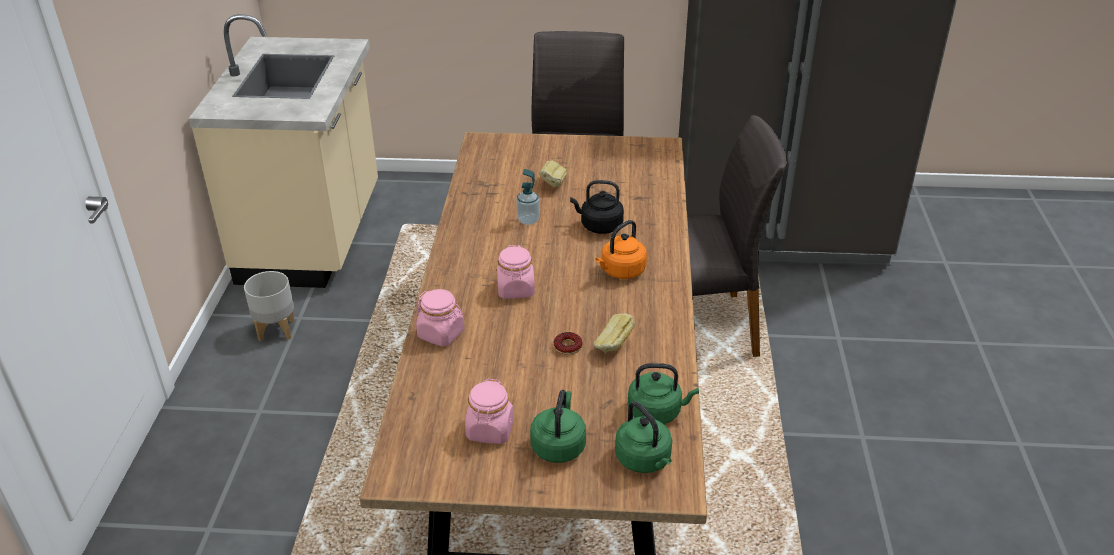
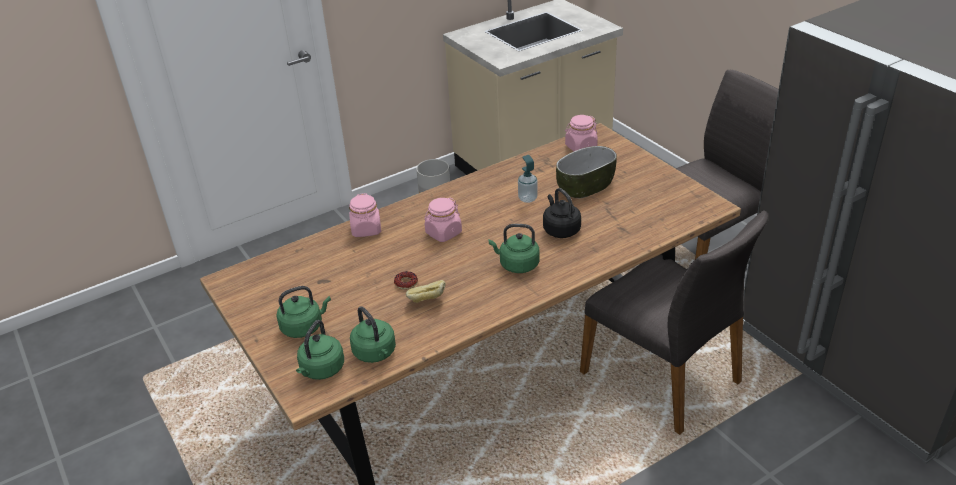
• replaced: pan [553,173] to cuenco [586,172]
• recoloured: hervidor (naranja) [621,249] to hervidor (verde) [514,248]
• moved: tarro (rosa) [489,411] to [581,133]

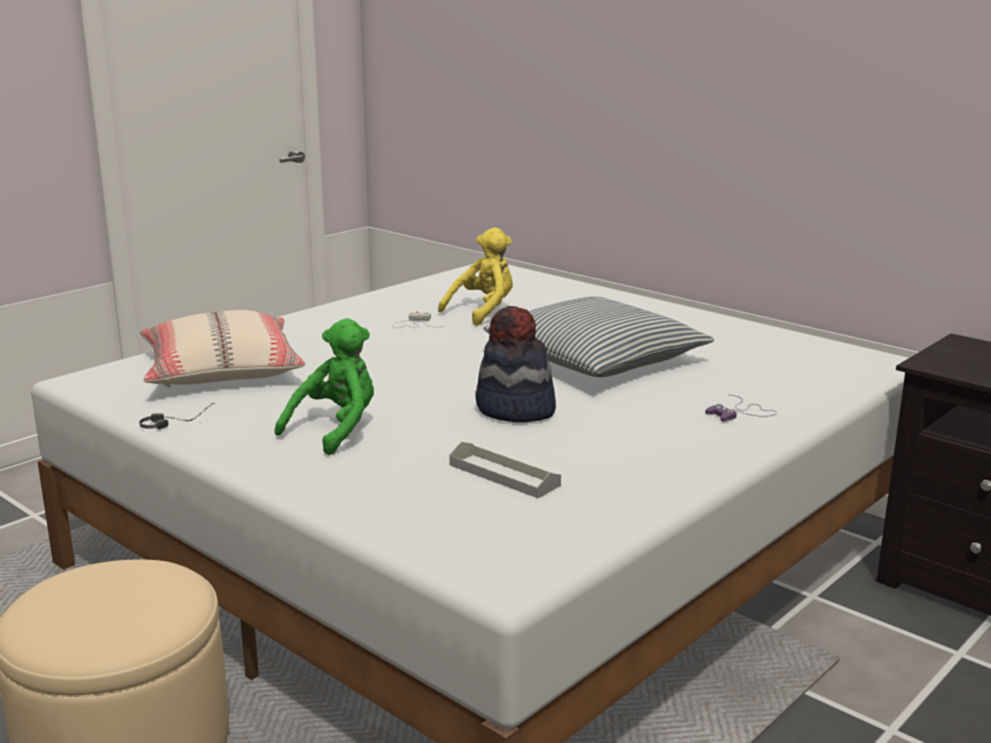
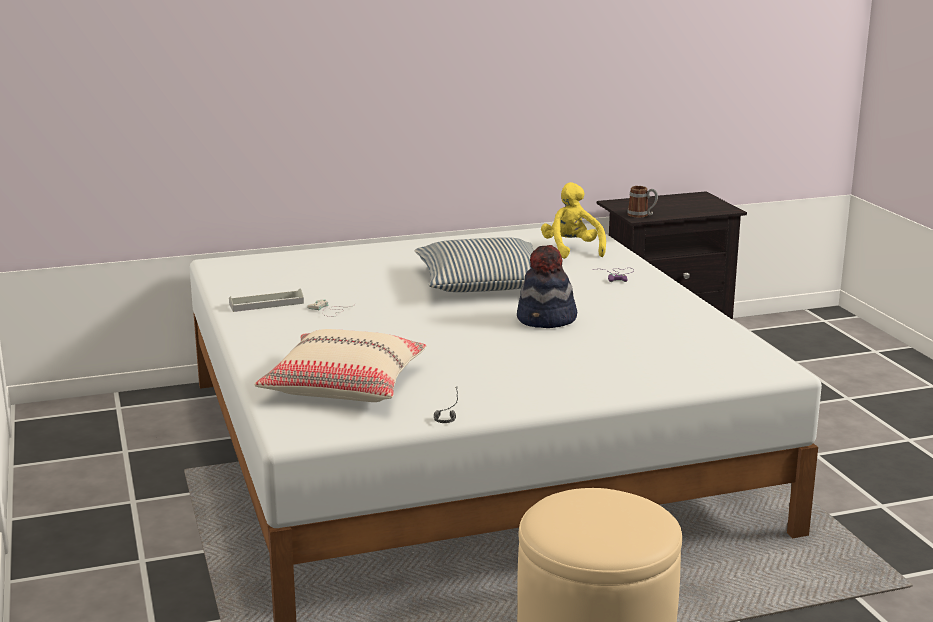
• moved: peluche (amarillo) [475,277] to [573,220]
• removed: peluche (verde) [324,386]
• moved: bandeja (gris) [505,470] to [266,300]
• added: taza grande [642,202]

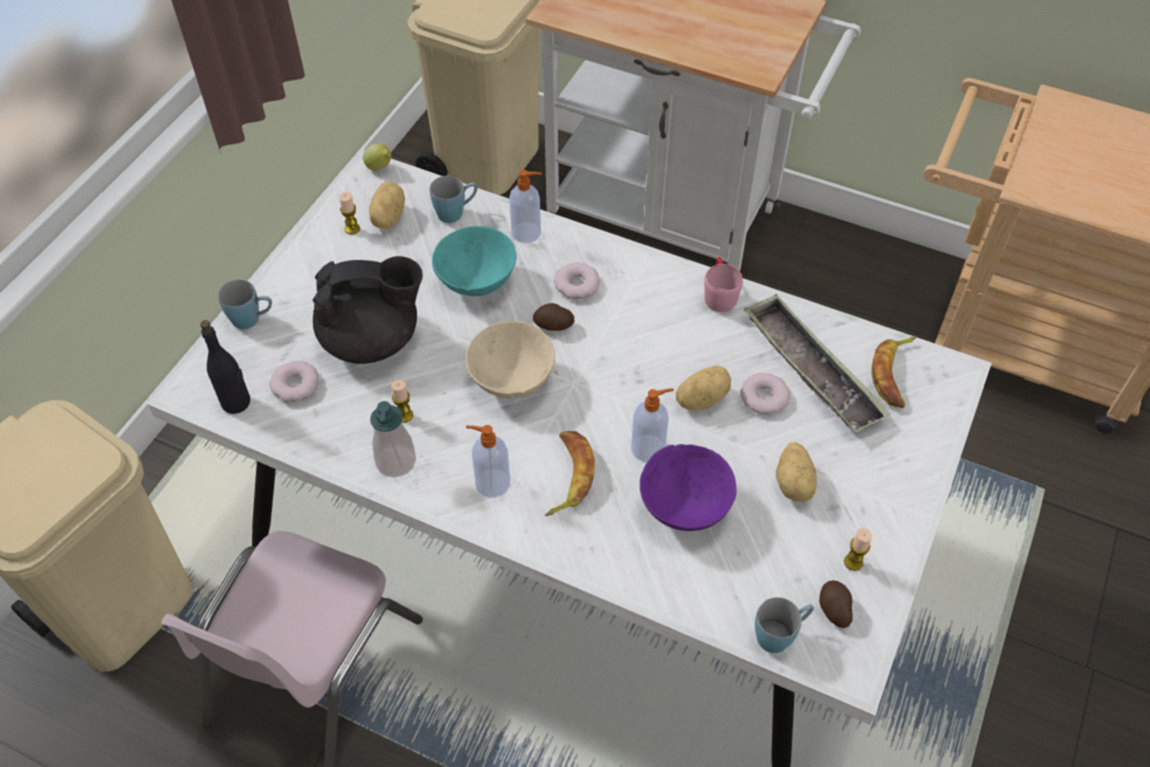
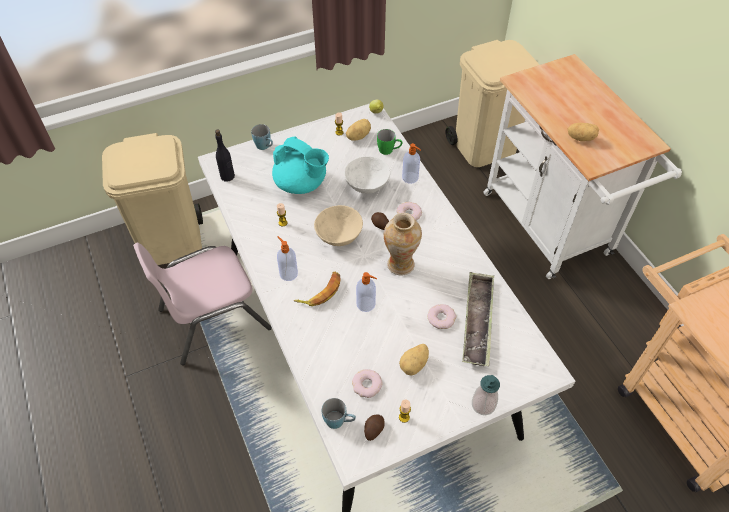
• recoloured: taza grande (azul) [453,199] to taza grande (verde) [390,142]
• recoloured: cuenco (turquesa) [474,261] to cuenco (blanco) [367,175]
• recoloured: tetera (negro) [368,310] to tetera (turquesa) [300,165]
• removed: taza grande (rosa) [723,284]
• removed: plátano [894,372]
• moved: rosquilla [294,381] to [367,383]
• moved: patata [703,387] to [583,132]
• moved: dispensador de jabón [393,439] to [486,395]
• removed: cuenco (morado) [688,487]
• added: florero [403,244]

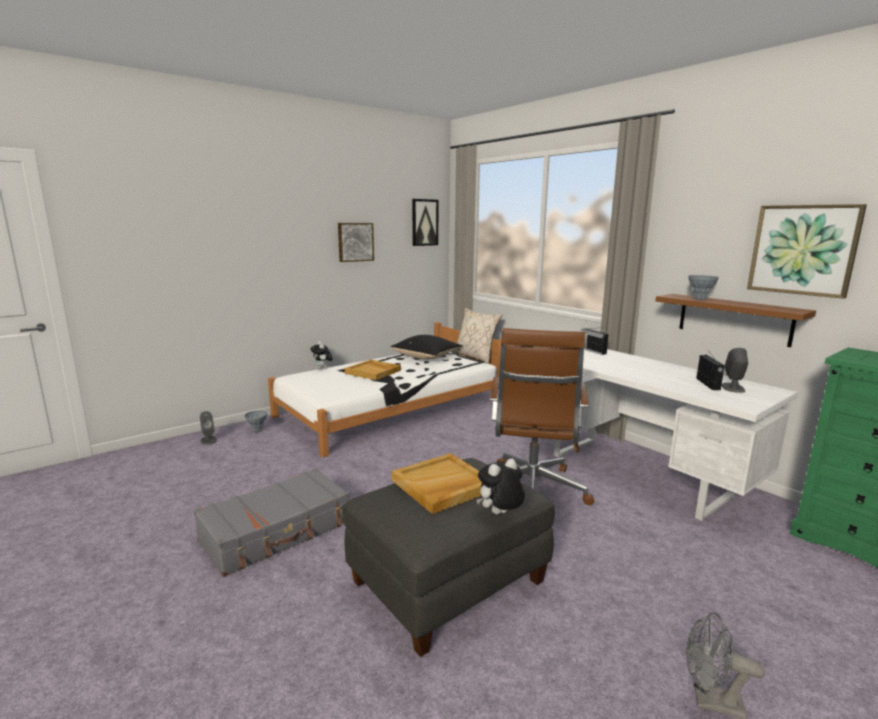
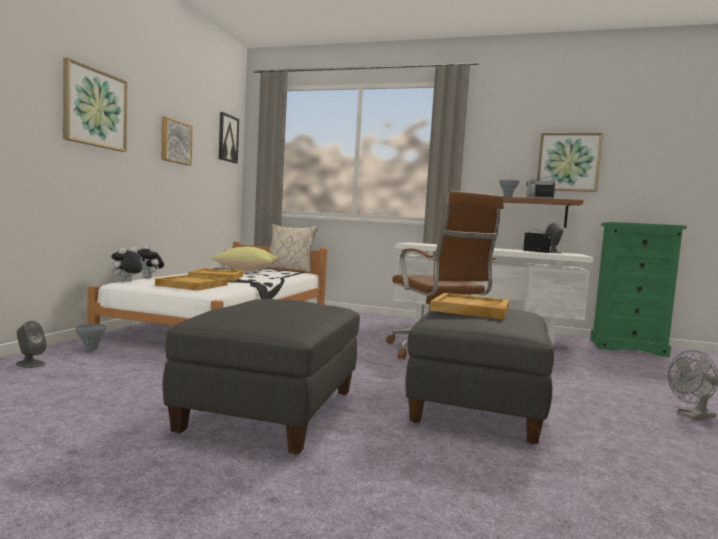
• moved: radio [594,341] to [540,187]
• recoloured: cojín (negro) [426,347] to cojín (amarillo) [246,258]
• moved: peluche [501,486] to [126,264]
• replaced: maleta (gris) [271,522] to puf (gris) [261,377]
• added: cuadro [95,105]
• added: bandeja (beis) [191,282]

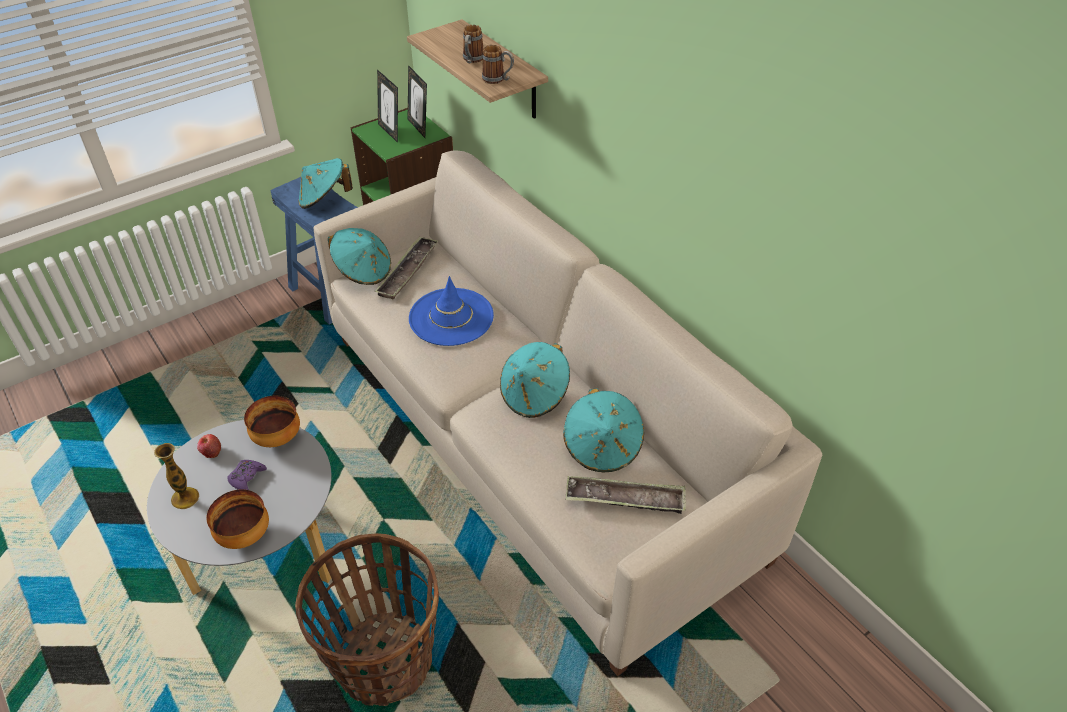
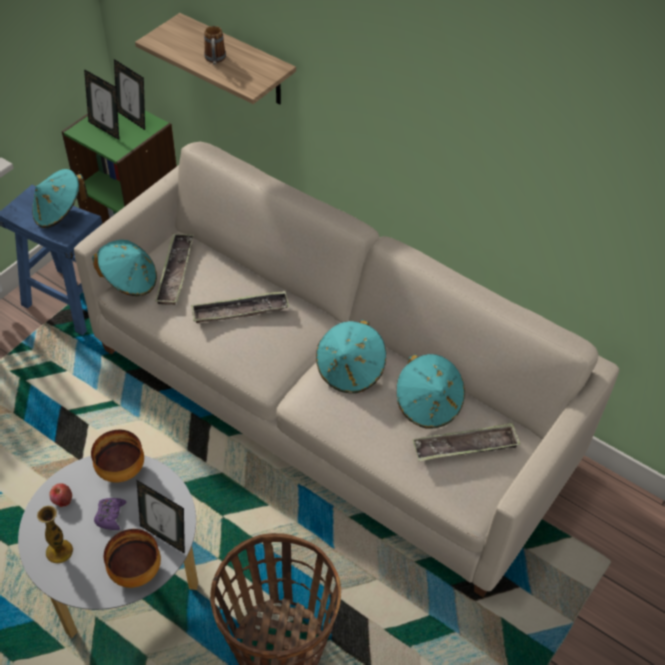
• removed: taza grande [498,64]
• replaced: sombrero (azul) [451,311] to bandeja [240,307]
• added: portarretratos [161,517]

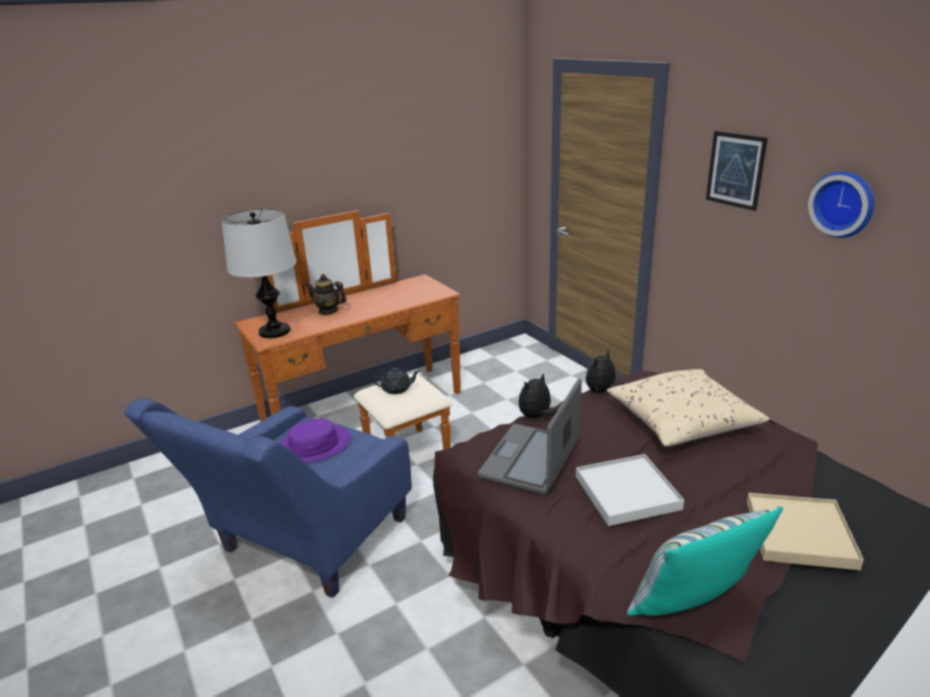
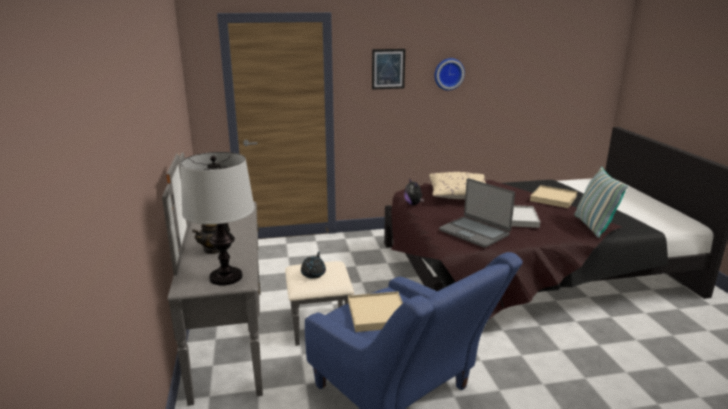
• recoloured: cómoda (marrón) [348,330] to cómoda (gris) [258,279]
• removed: peluche [537,395]
• replaced: sombrero (morado) [315,441] to bandeja (beis) [375,311]

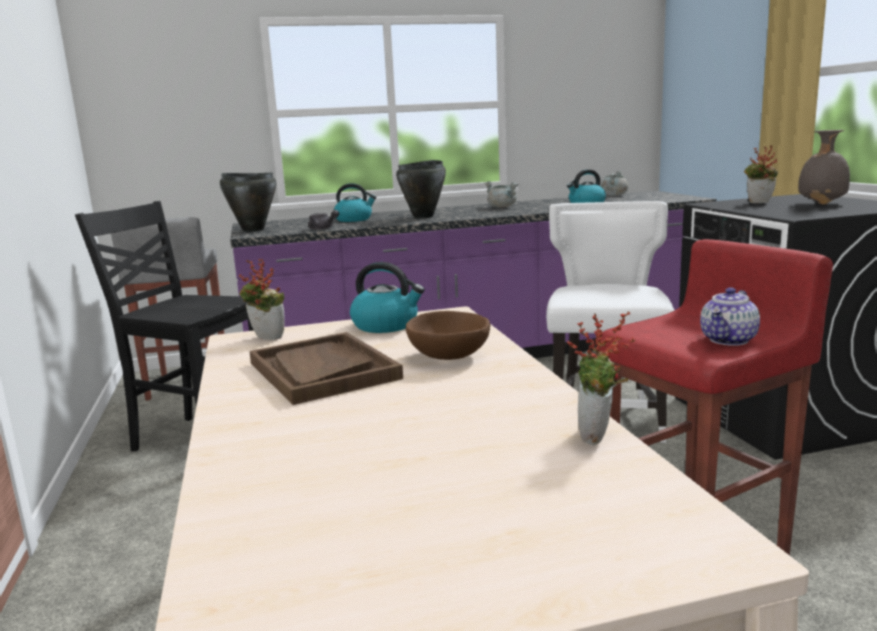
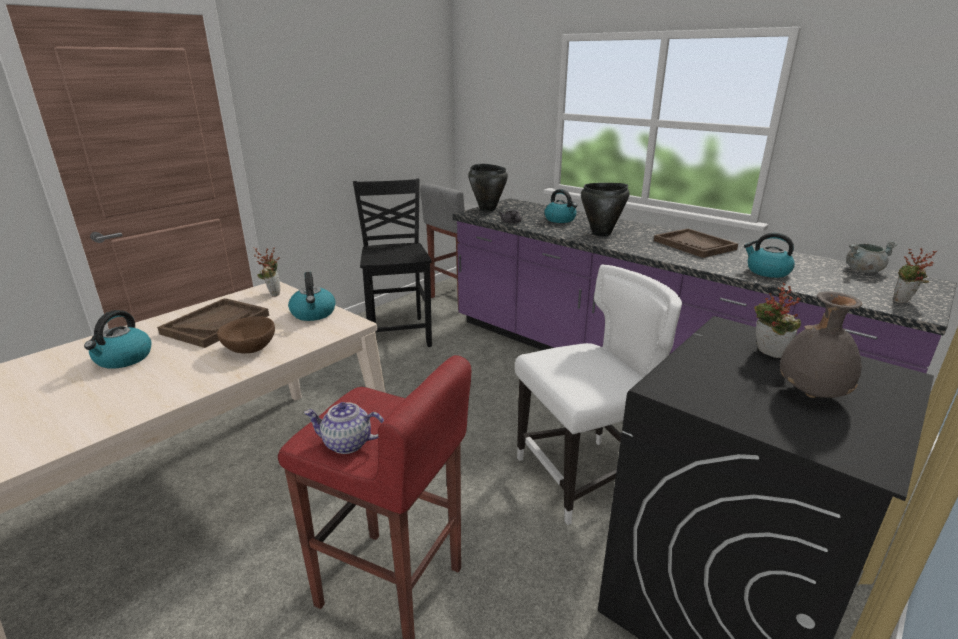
• replaced: olla (gris) [501,194] to bandeja (marrón) [696,243]
• moved: planta en maceta [601,378] to [915,275]
• added: hervidor [117,339]

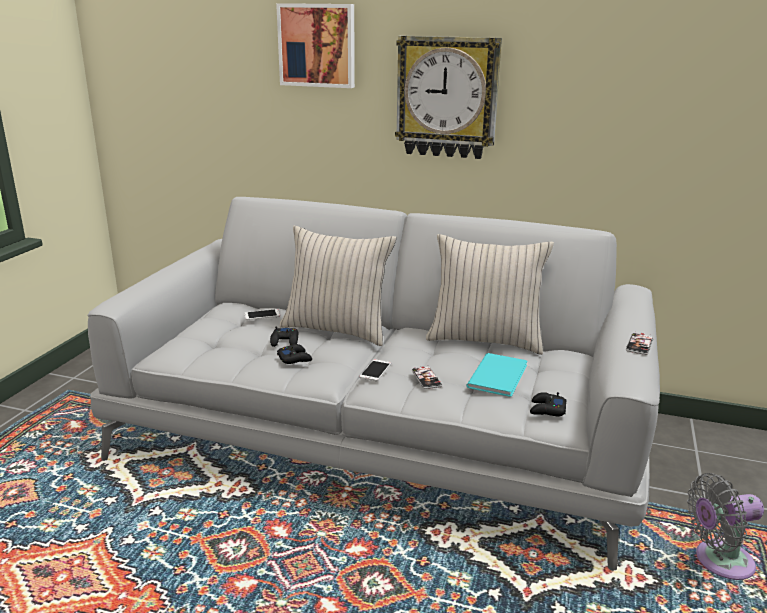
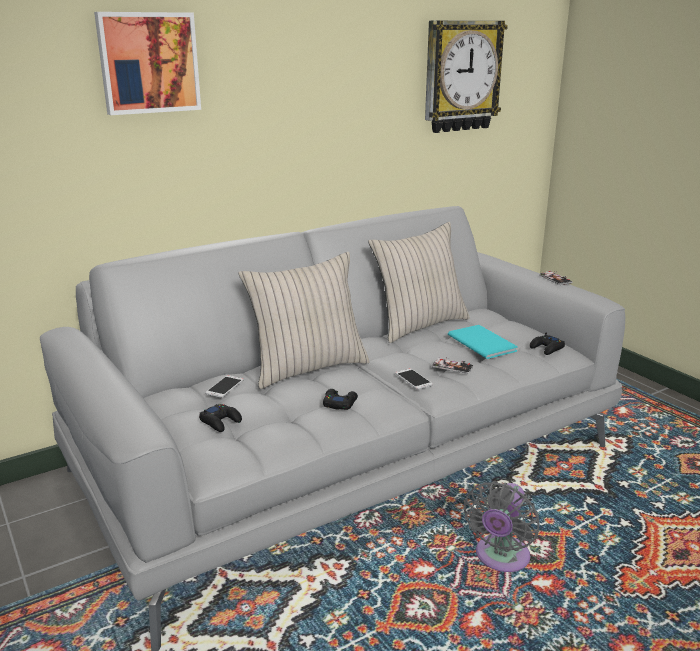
• moved: reloj de pared [448,97] to [466,76]
• moved: mando de consola (negro) [284,336] to [220,418]
• moved: ventilador (gris) [725,526] to [501,526]

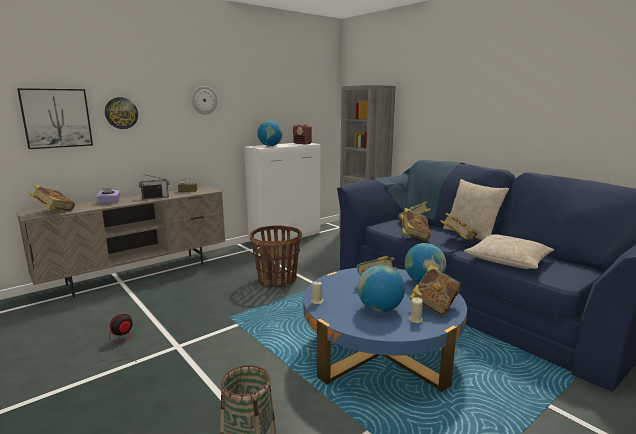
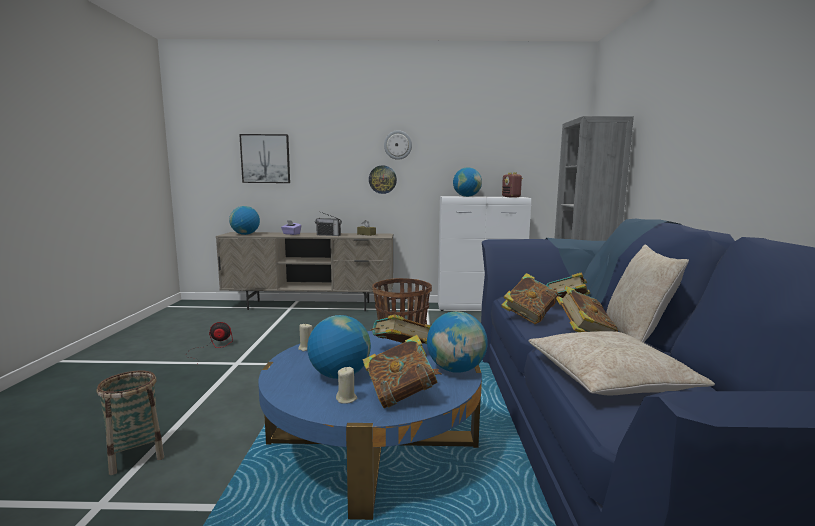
• moved: reloj de pared [121,113] to [383,179]
• replaced: libro [52,198] to globo terráqueo [244,220]

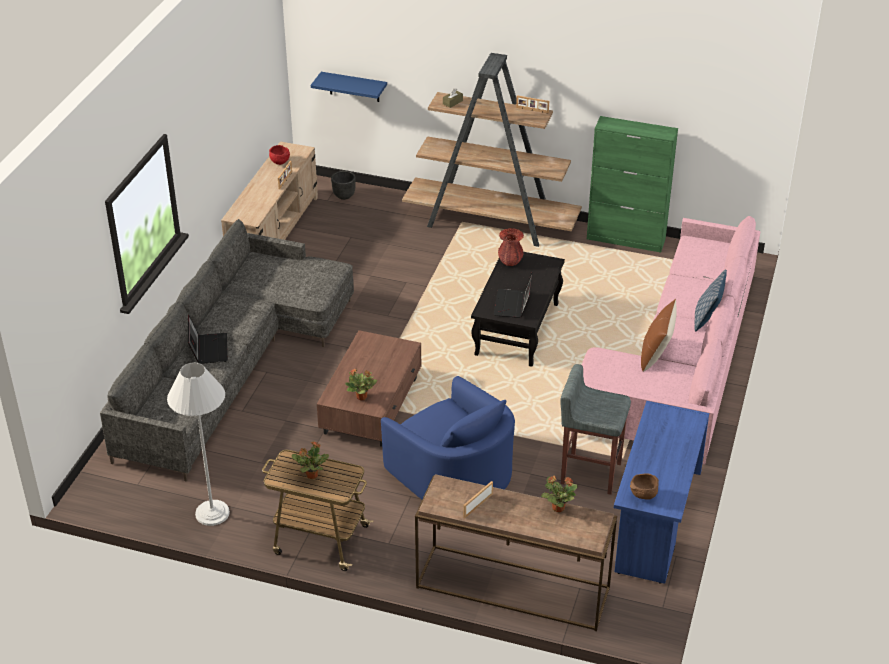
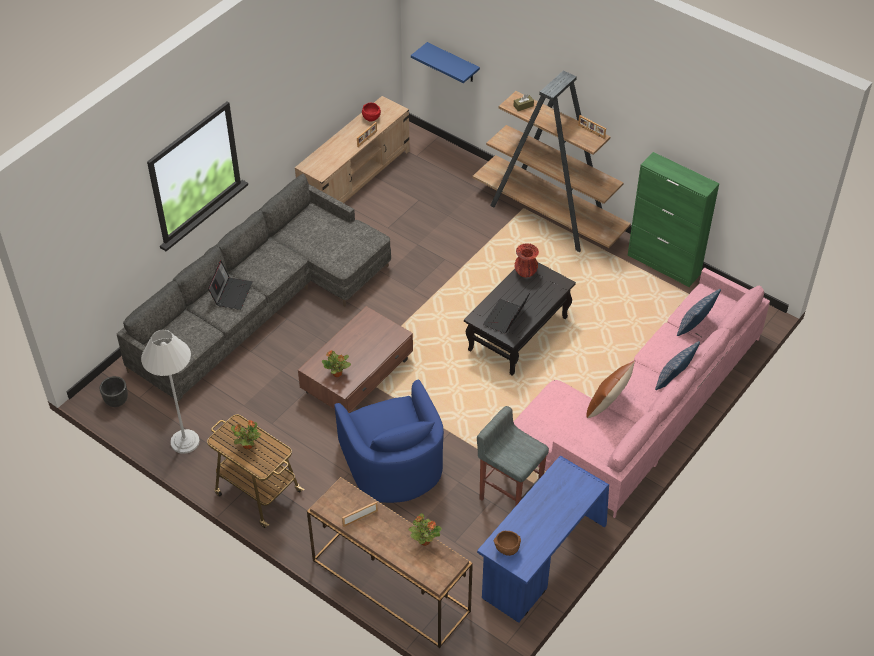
• moved: maceta (negro) [343,185] to [114,391]
• added: cojín [699,312]

